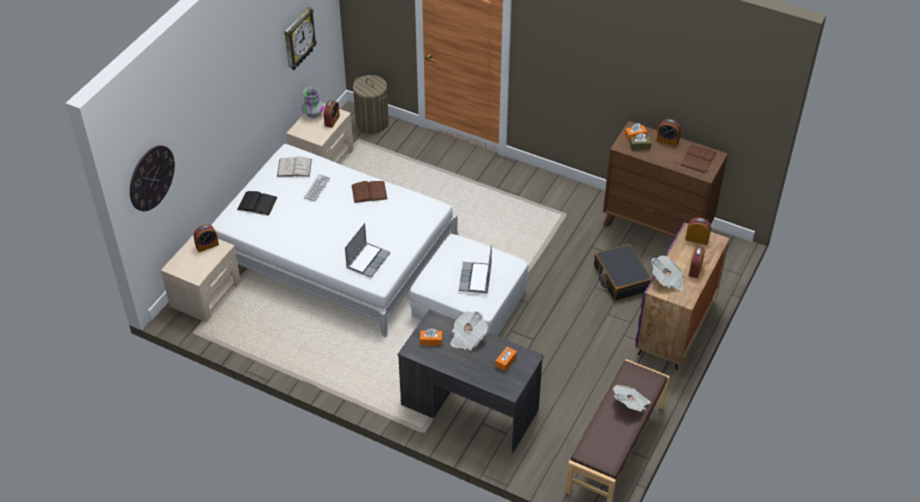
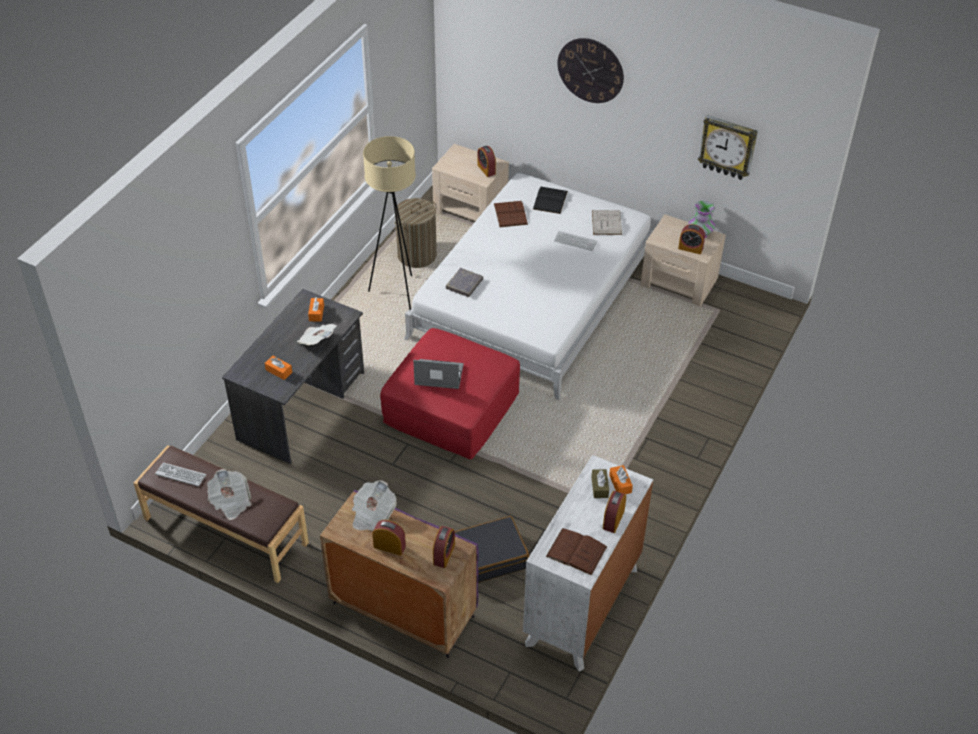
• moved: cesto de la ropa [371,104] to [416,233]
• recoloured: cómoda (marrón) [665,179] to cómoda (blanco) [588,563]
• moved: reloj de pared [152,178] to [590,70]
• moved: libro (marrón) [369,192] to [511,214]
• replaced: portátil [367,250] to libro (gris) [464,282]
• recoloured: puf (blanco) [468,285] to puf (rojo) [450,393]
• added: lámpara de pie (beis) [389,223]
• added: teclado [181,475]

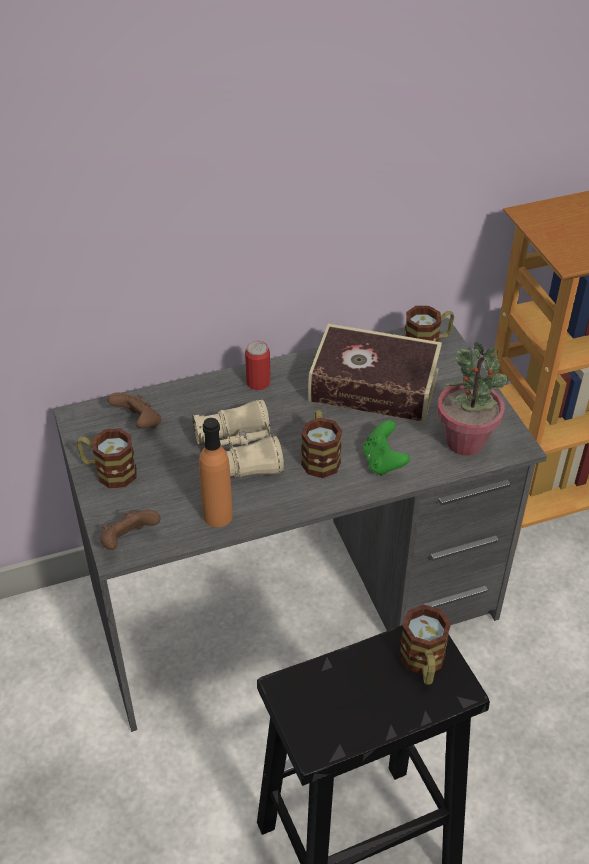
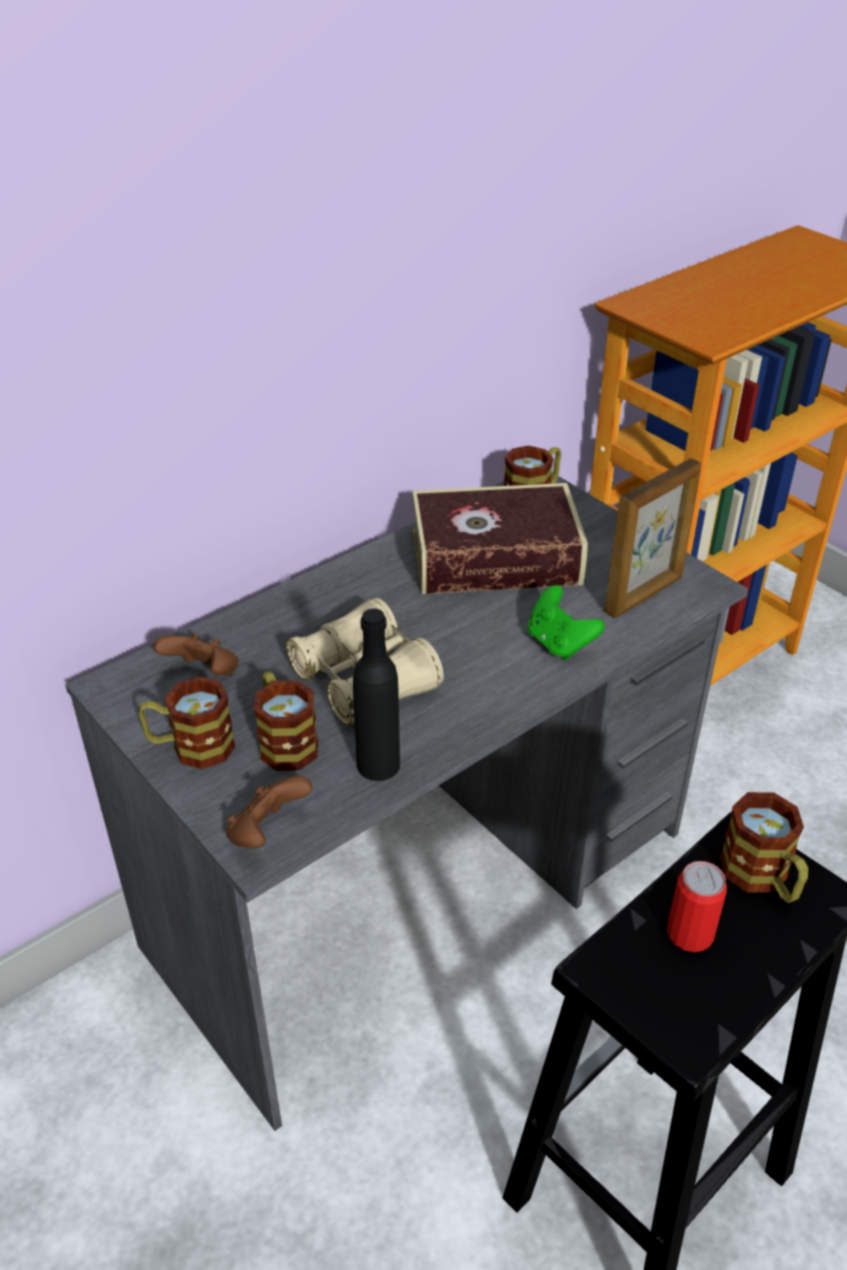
• moved: lata [258,365] to [697,906]
• replaced: planta en maceta [472,399] to portarretratos [652,538]
• moved: taza grande [321,444] to [286,721]
• recoloured: botella (naranja) [216,472] to botella (negro) [376,694]

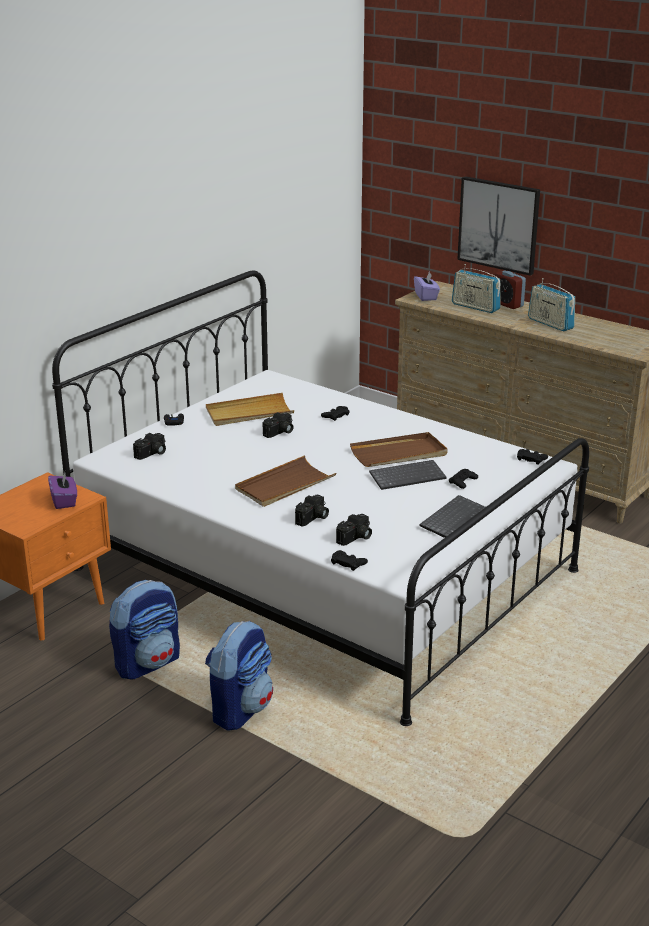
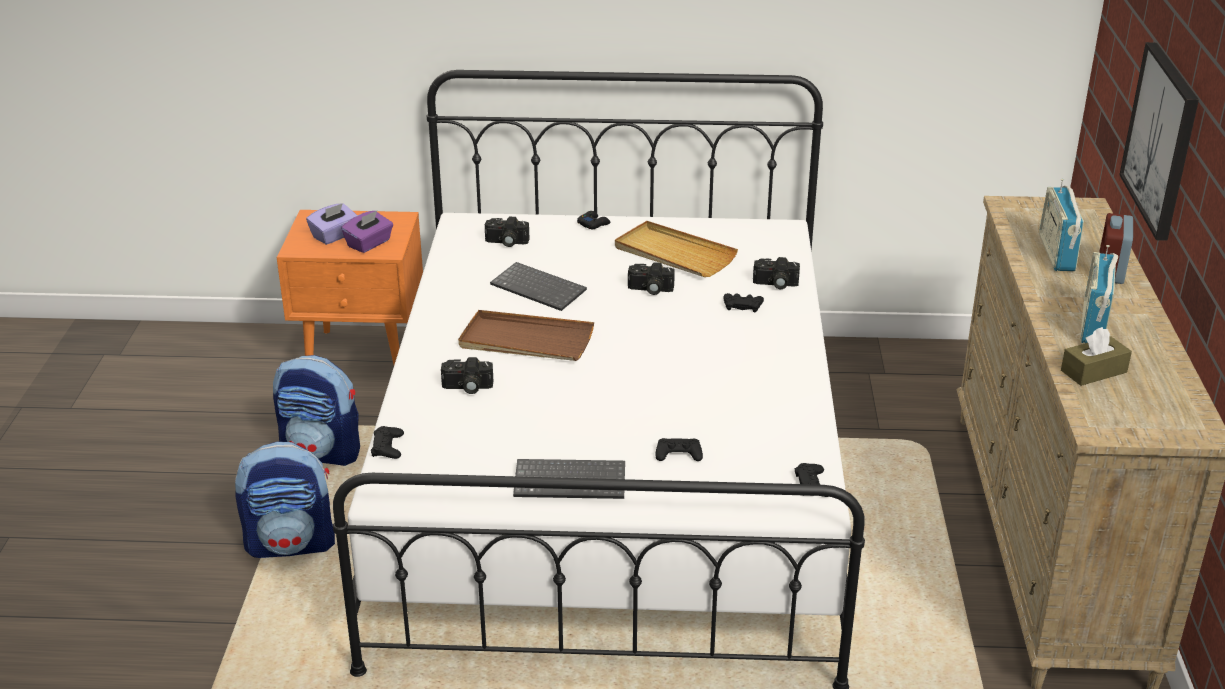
• moved: caja de pañuelos (morado) [427,286] to [331,224]
• removed: bandeja (marrón) [399,449]
• moved: teclado [408,475] to [538,286]
• moved: cámara [354,530] to [776,273]
• added: caja de pañuelos (marrón) [1096,356]

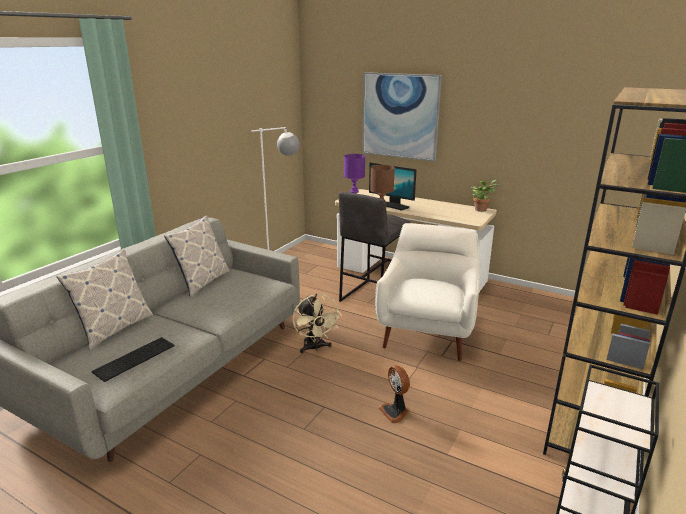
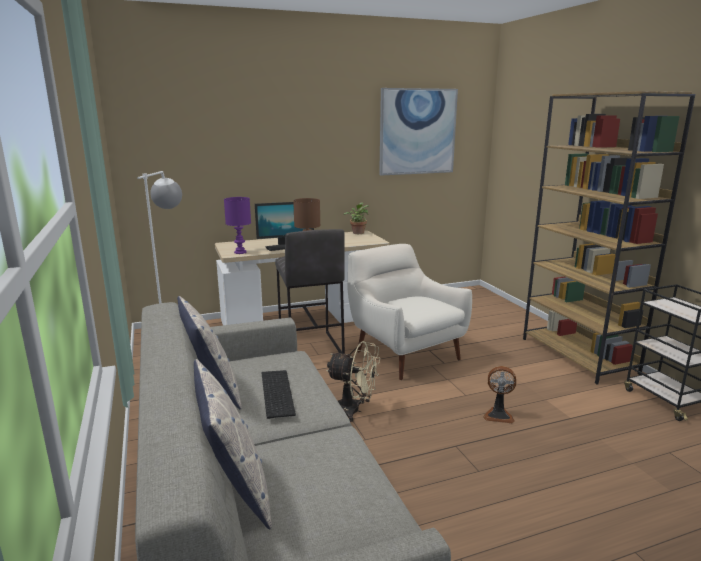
• moved: cuadro [402,116] to [418,132]
• moved: teclado [133,359] to [279,394]

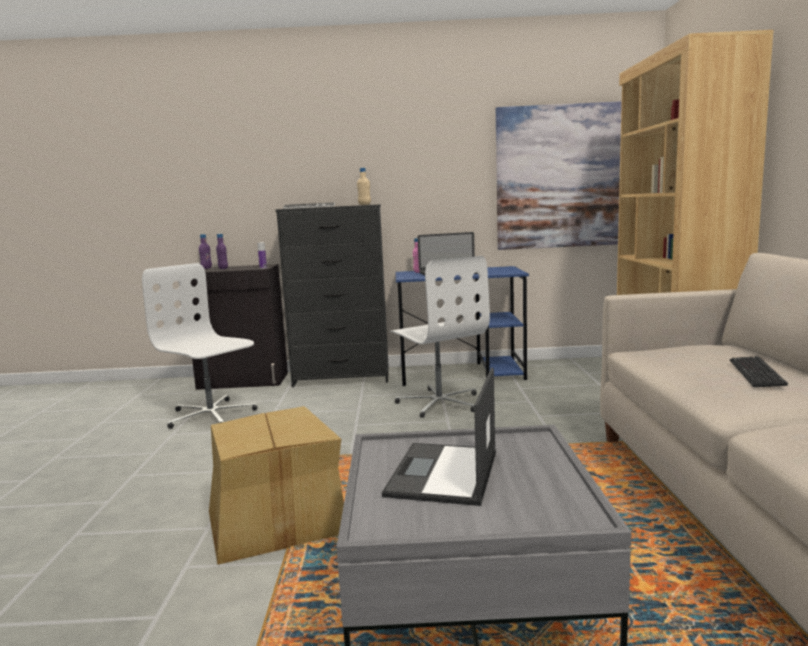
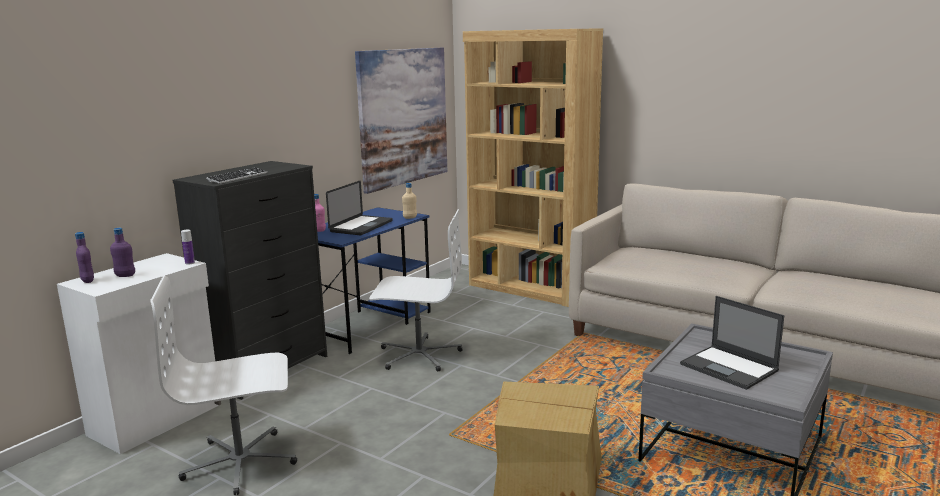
• moved: botella (beis) [364,186] to [409,201]
• recoloured: armario (negro) [239,327] to armario (blanco) [139,353]
• removed: teclado [759,371]

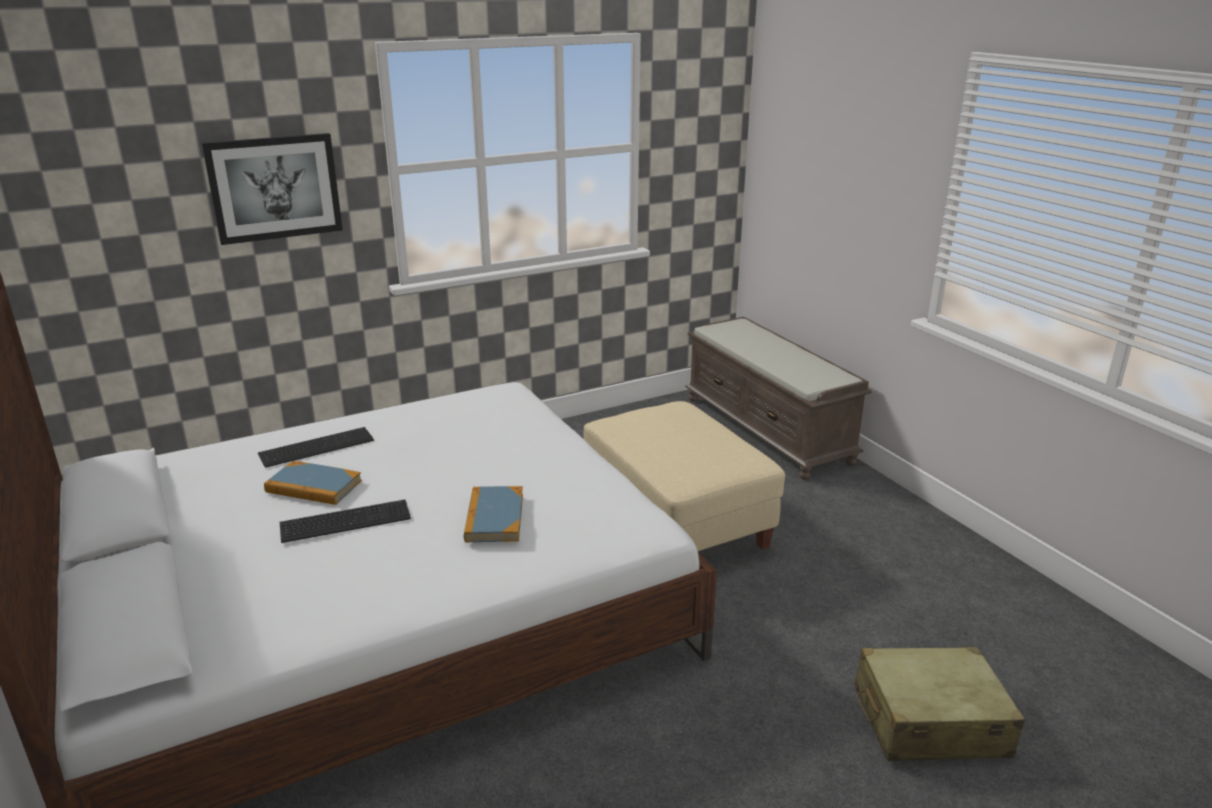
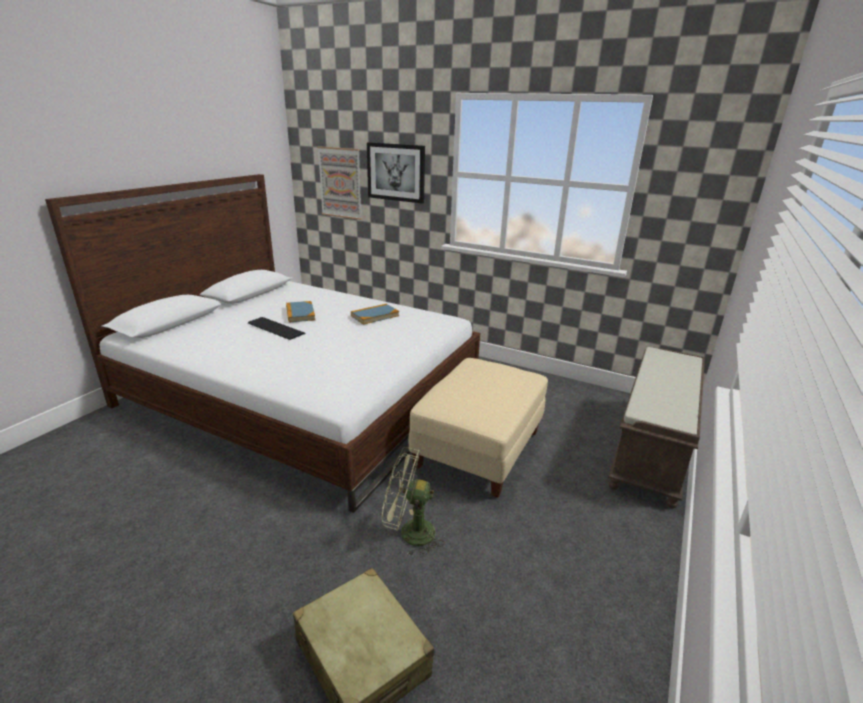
• removed: teclado [316,447]
• moved: libro [493,514] to [375,314]
• added: cuadro [339,183]
• added: ventilador (verde) [413,501]

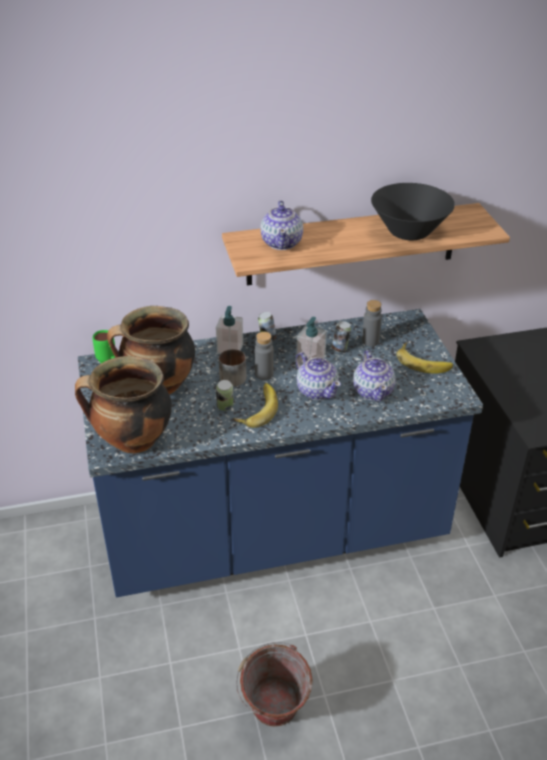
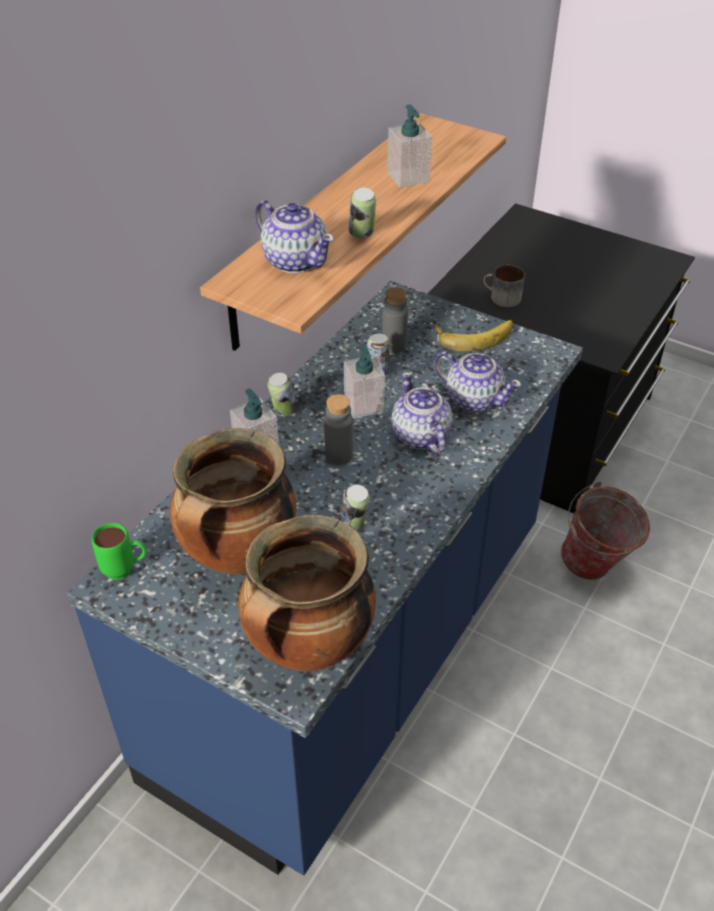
• replaced: cuenco (negro) [413,211] to dispensador de jabón [409,146]
• moved: taza grande [232,368] to [504,286]
• turned: tetera [318,376] = [422,413] 120 degrees counterclockwise
• removed: plátano [255,405]
• moved: cubo [274,684] to [605,531]
• added: lata [362,212]

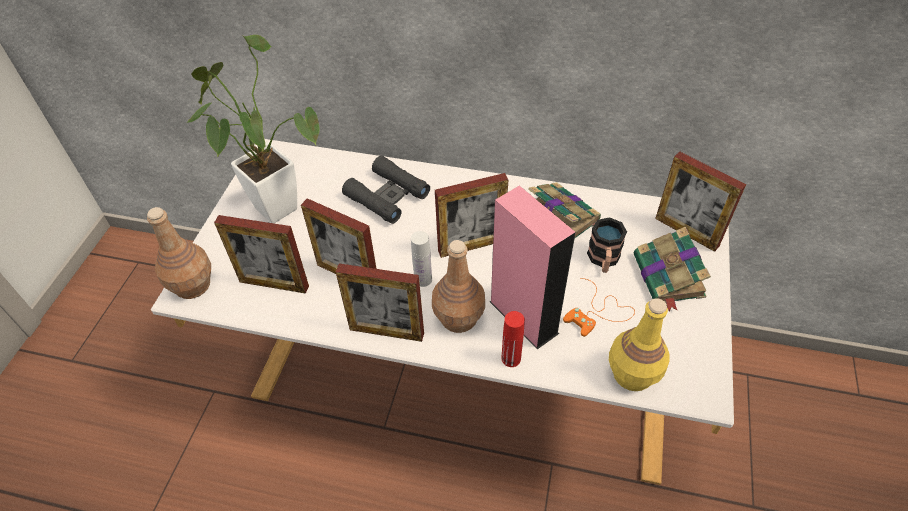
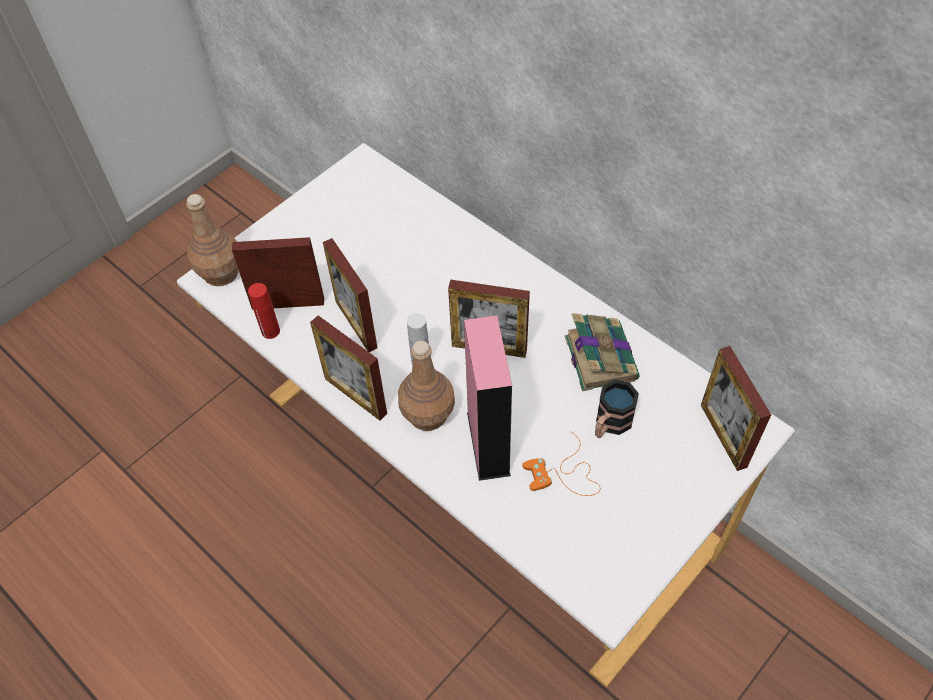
• removed: planta en maceta [253,129]
• removed: prismáticos (negro) [386,190]
• turned: portarretratos [261,254] = [278,273] 135 degrees clockwise
• removed: libro [672,269]
• removed: botella (amarillo) [639,344]
• moved: botella (rojo) [513,339] to [264,311]

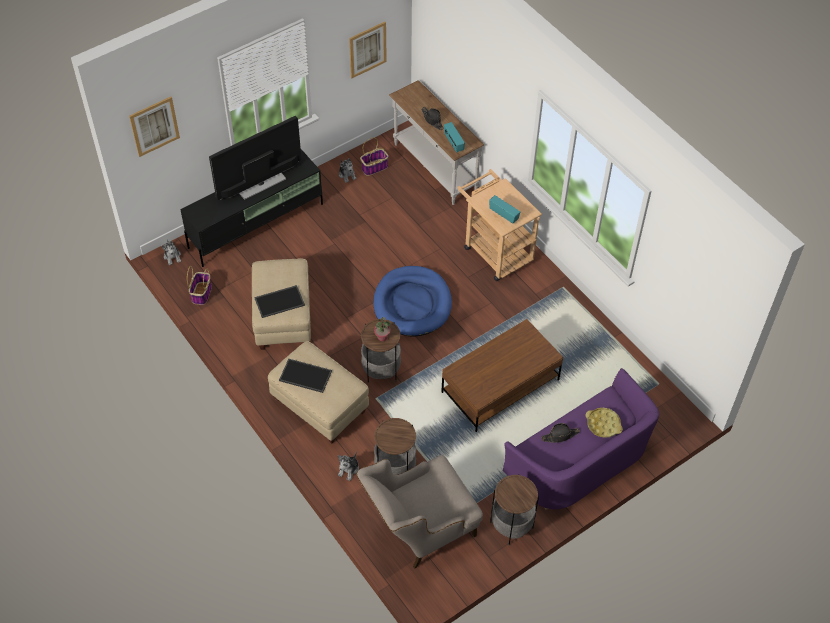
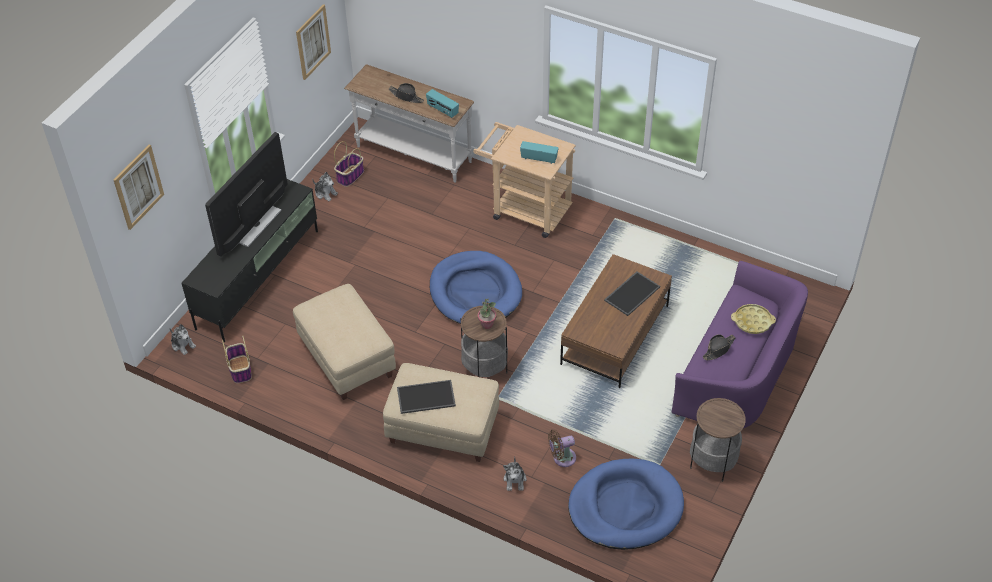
• moved: bandeja [279,301] to [632,293]
• replaced: mesa auxiliar [395,446] to ventilador (marrón) [562,448]
• replaced: sillón (beis) [419,512] to cama para perro (azul) [626,504]

